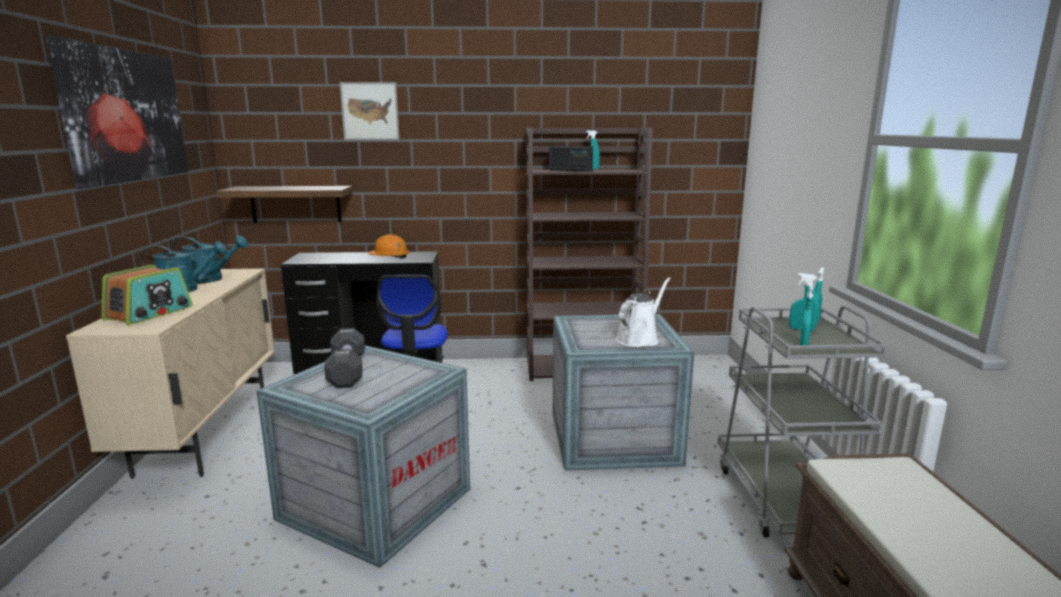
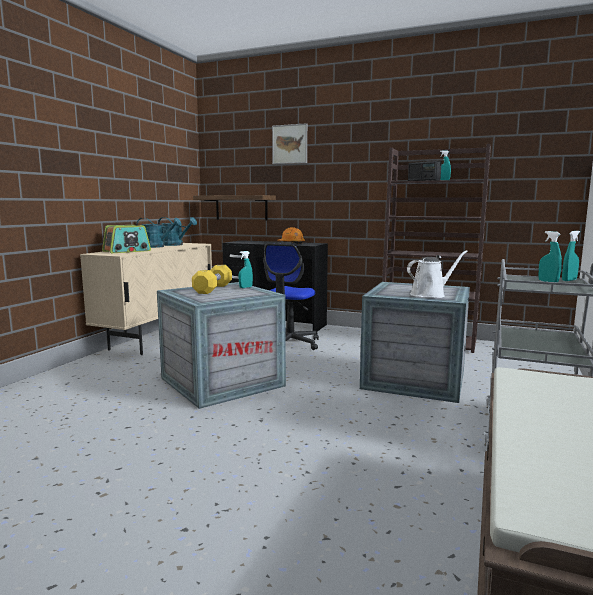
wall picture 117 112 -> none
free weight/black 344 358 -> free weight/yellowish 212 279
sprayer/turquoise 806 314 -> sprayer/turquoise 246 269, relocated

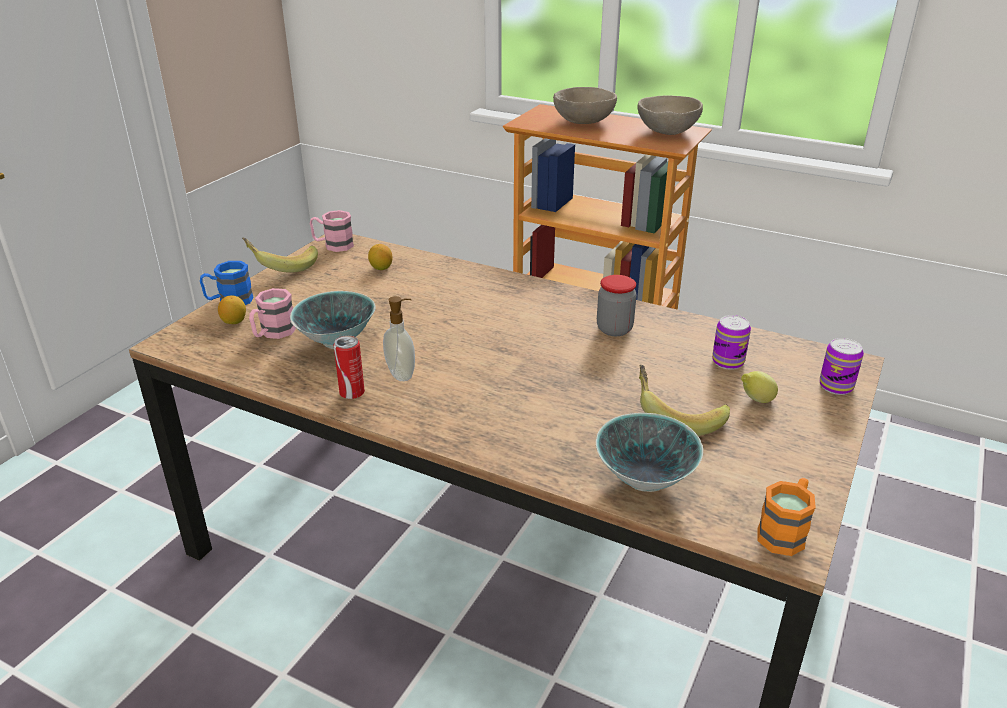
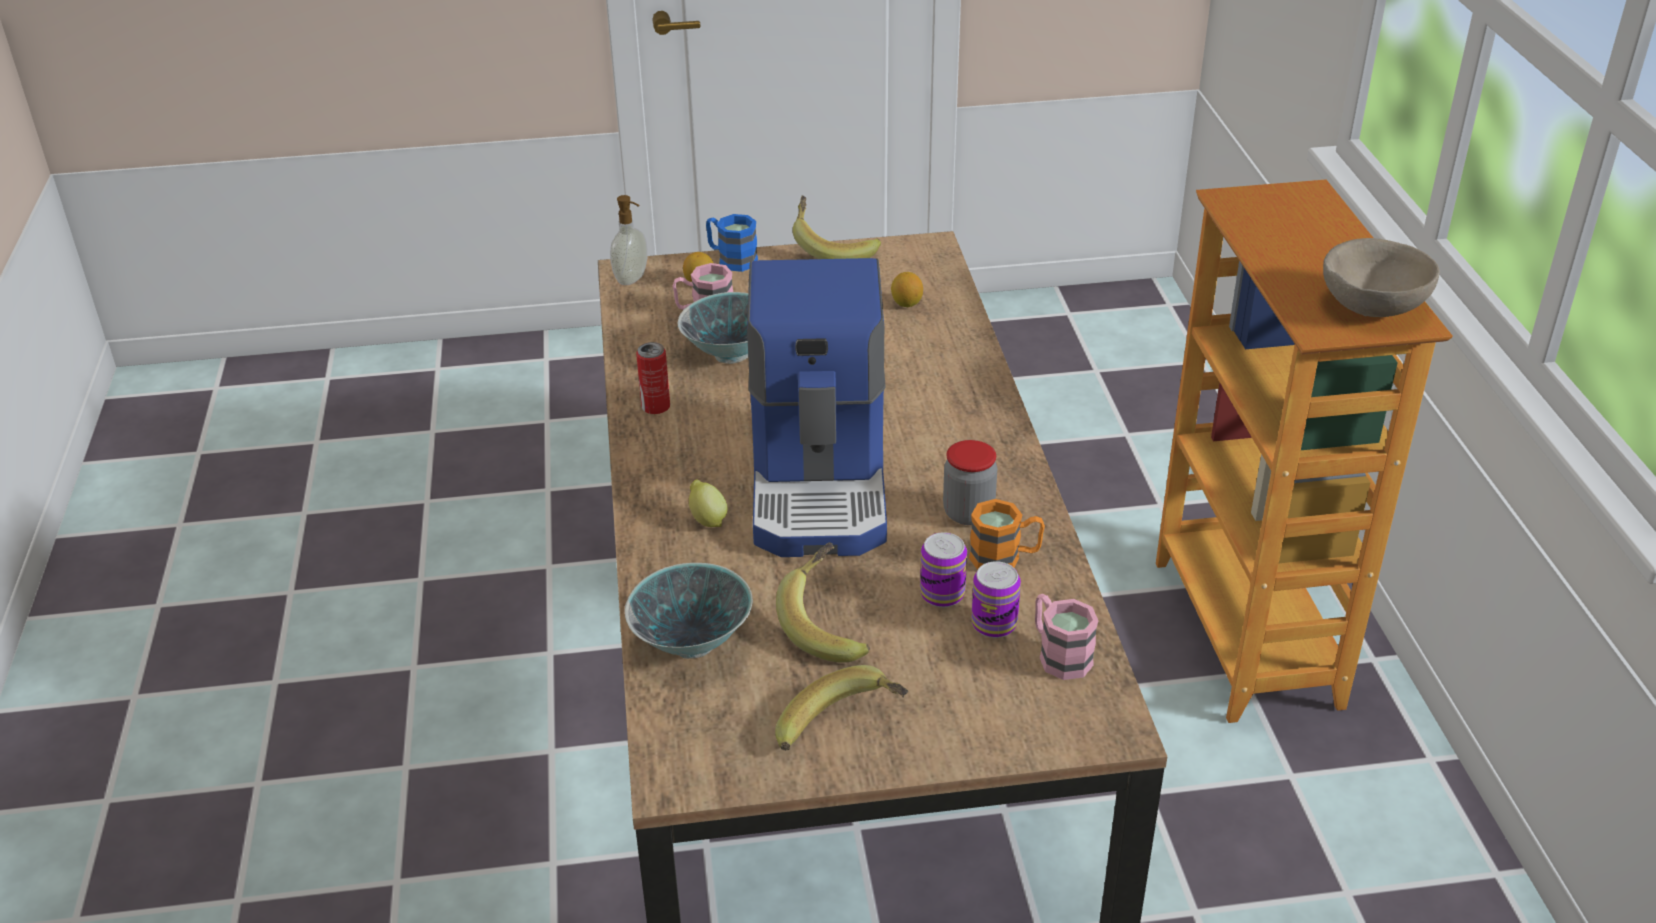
tea mug/pink-coloured 332 231 -> tea mug/pink-coloured 1066 637, relocated
liquid soap bottle 399 338 -> liquid soap bottle 629 240, relocated
serving bowl/beige-coloured 585 105 -> none
lemon 759 387 -> lemon 708 503, relocated
tea mug/orange-coloured 787 517 -> tea mug/orange-coloured 1007 534, relocated
sealed can 842 366 -> sealed can 943 569, relocated
none -> coffee machine 817 407
none -> banana 841 708

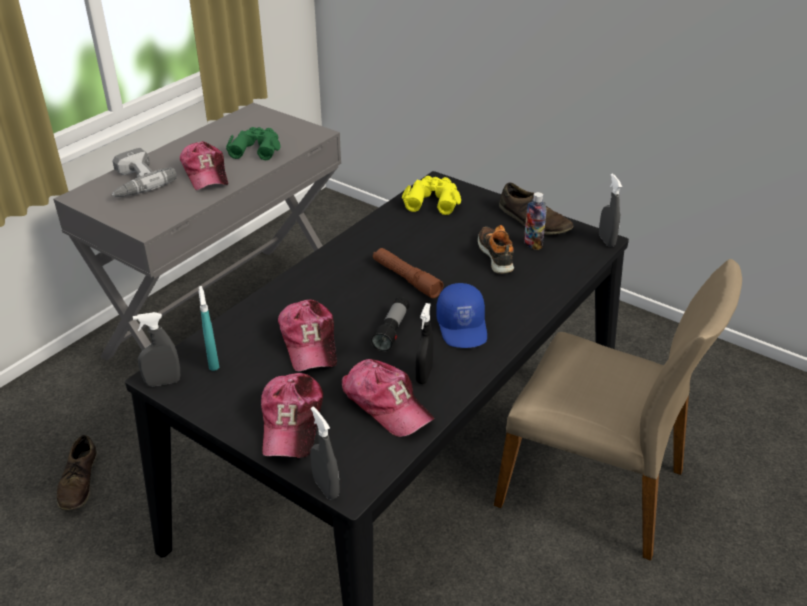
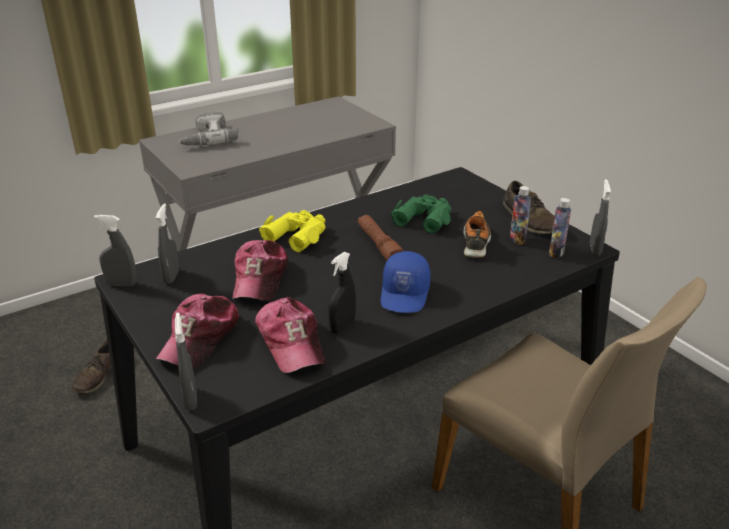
peaked cap 204 165 -> none
sprayer/turquoise 209 328 -> sprayer/greyish 167 244
pair of binoculars/green 253 143 -> pair of binoculars/green 421 214, relocated
hand torch 390 324 -> none
pair of binoculars/yellowish 431 195 -> pair of binoculars/yellowish 292 231, relocated
none -> drink bottle 560 228

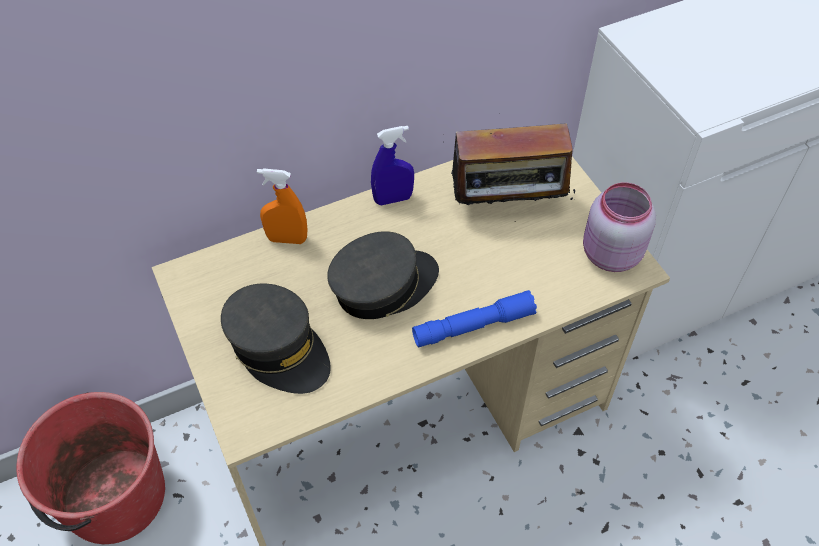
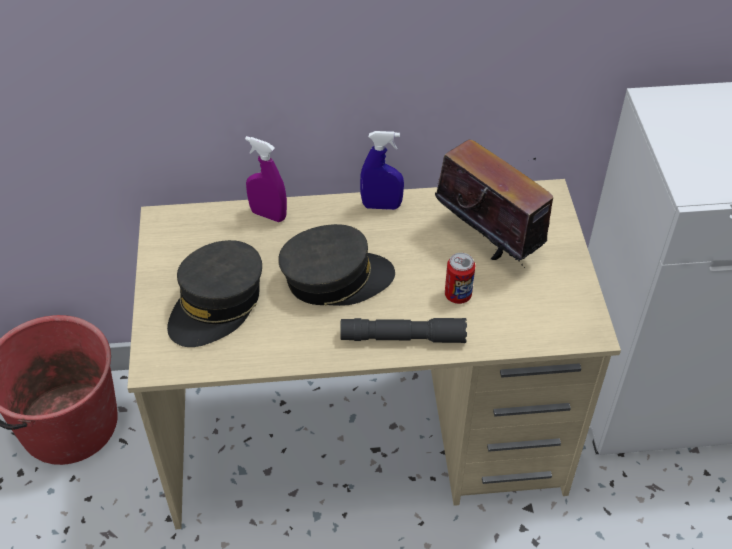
peaked cap/greyish 276 339 -> peaked cap/greyish 214 293, 60 degrees clockwise
sprayer/orange-coloured 282 206 -> sprayer/purple 266 179
hand torch/blue-coloured 474 318 -> hand torch/greyish 403 330
radio set 509 169 -> radio set 494 204, 150 degrees counterclockwise
jar/pink-coloured 619 227 -> none
none -> sealed can 460 278

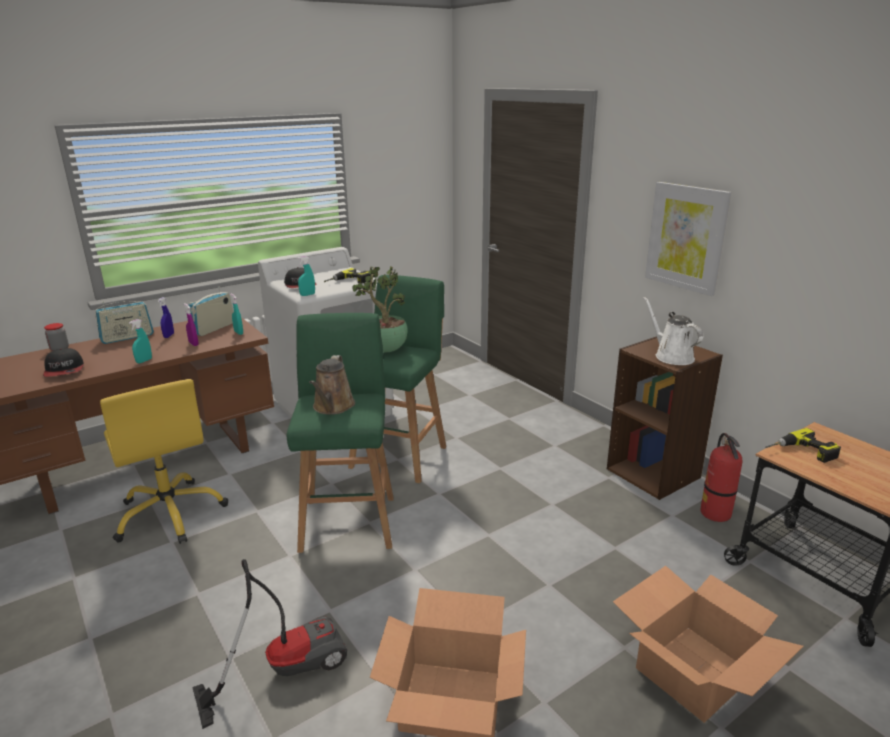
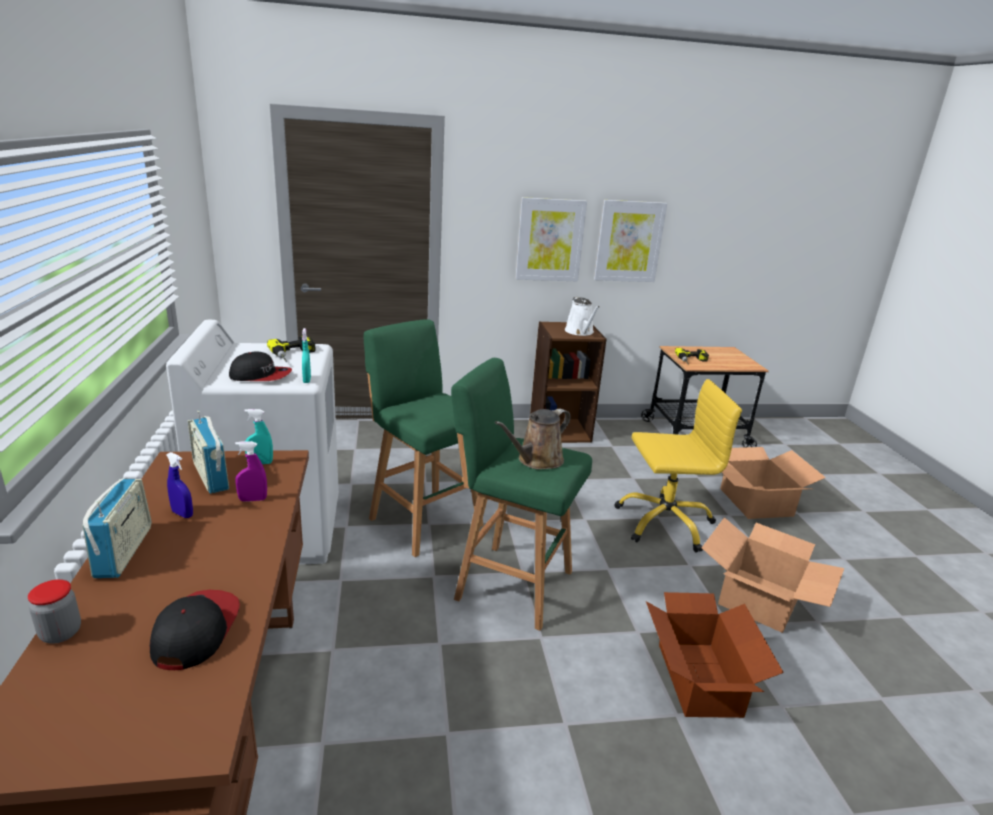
peaked cap 63 362 -> peaked cap 195 630, 90 degrees counterclockwise
desk chair/yellowish 164 461 -> desk chair/yellowish 678 465, relocated
sprayer/turquoise 140 341 -> none
hoover 269 644 -> packing box 715 655
sprinkling can/brown 332 385 -> sprinkling can/brown 533 439, 105 degrees clockwise
plant in a pot 380 309 -> none
sprinkling can/white 673 331 -> sprinkling can/white 582 316, 105 degrees counterclockwise
fire-fighting cylinder 721 477 -> none
none -> wall picture 630 241

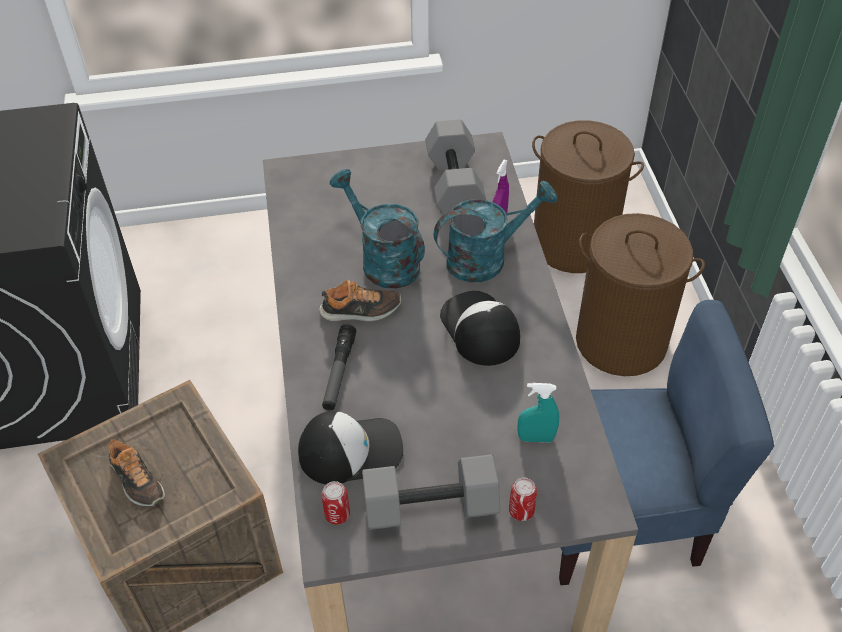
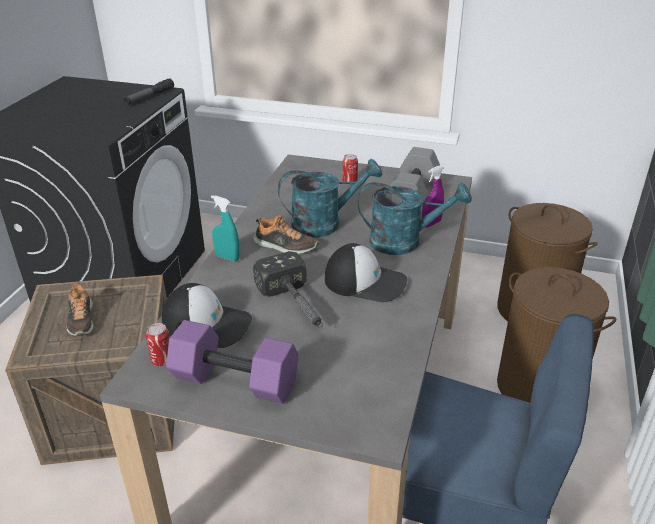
hand torch 339 367 -> hand torch 149 91, relocated
sprinkling can/turquoise 377 229 -> sprinkling can/turquoise 330 198, 90 degrees clockwise
free weight/greyish 431 492 -> free weight/purple 232 362
peaked cap 480 328 -> peaked cap 366 272, 105 degrees clockwise
sealed can 523 499 -> sealed can 350 169, relocated
sprayer/turquoise 538 412 -> sprayer/turquoise 225 228, relocated
none -> hammer 288 289

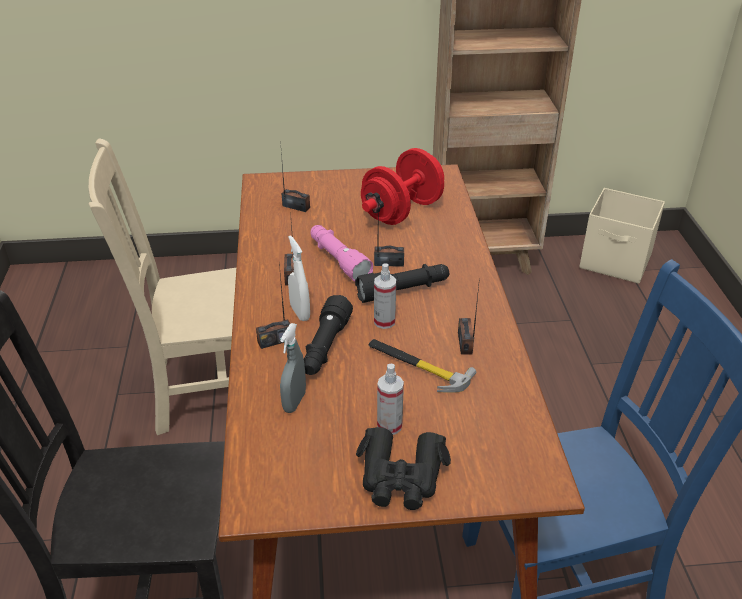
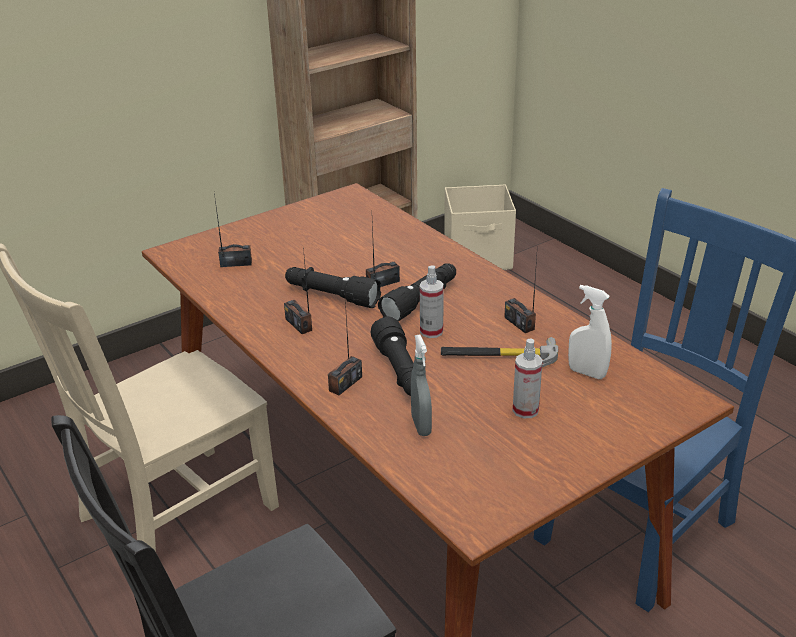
sprayer/white 299 278 -> sprayer/white 590 332, relocated
hand torch/pink-coloured 341 253 -> hand torch/black 333 287
pair of binoculars/black 403 468 -> none
free weight/red-coloured 402 186 -> none

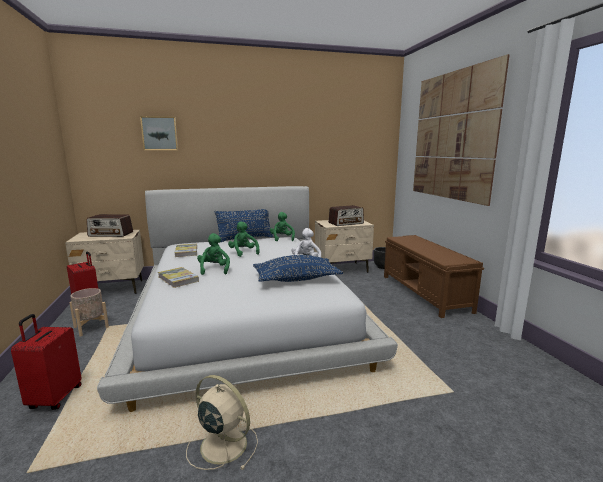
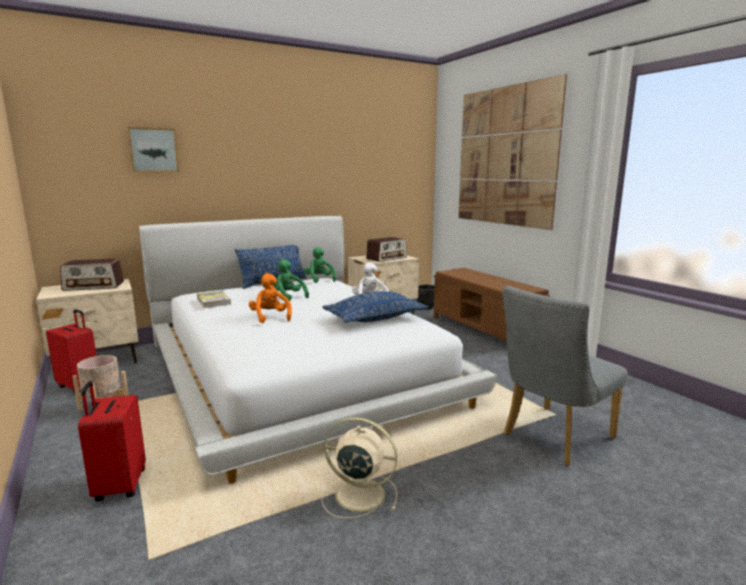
volume 178 277 -> none
soft toy/green 213 254 -> soft toy/orange-coloured 270 298
none -> upright chair/greyish 565 376

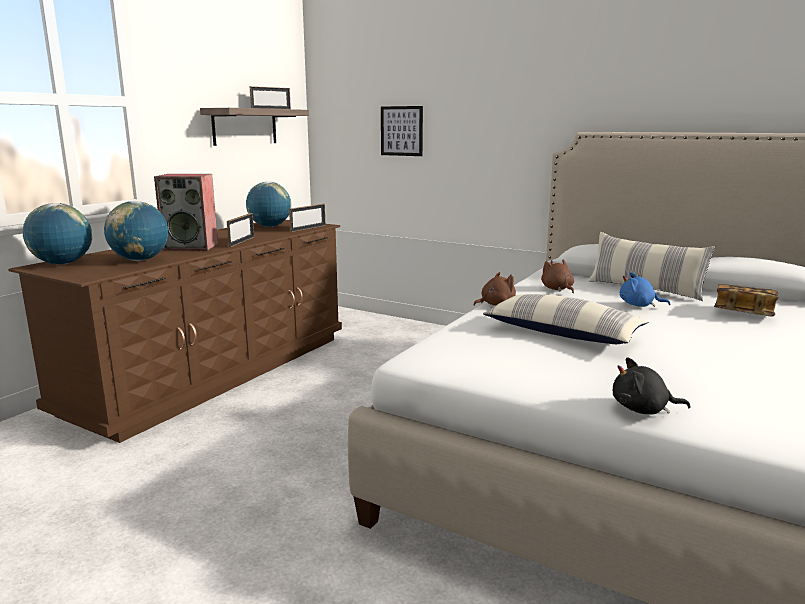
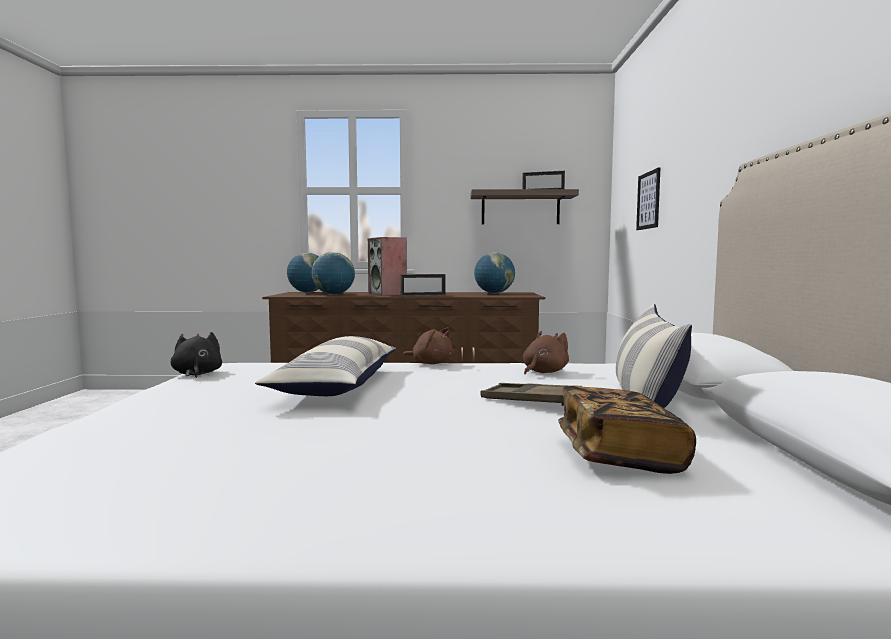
photo frame 307 218 -> none
soft toy/black 652 386 -> soft toy/black 196 355, relocated
soft toy/blue-coloured 645 289 -> carrying tray/brown 531 394

